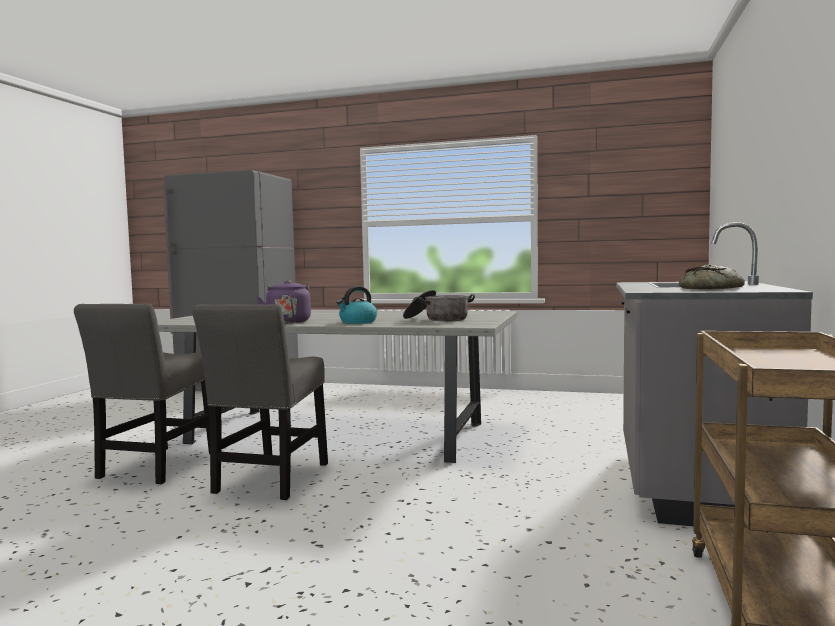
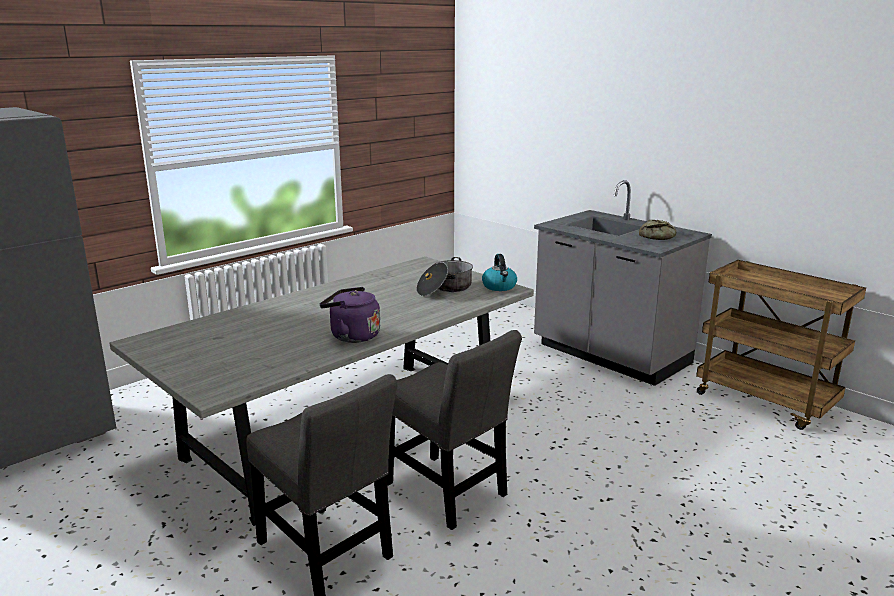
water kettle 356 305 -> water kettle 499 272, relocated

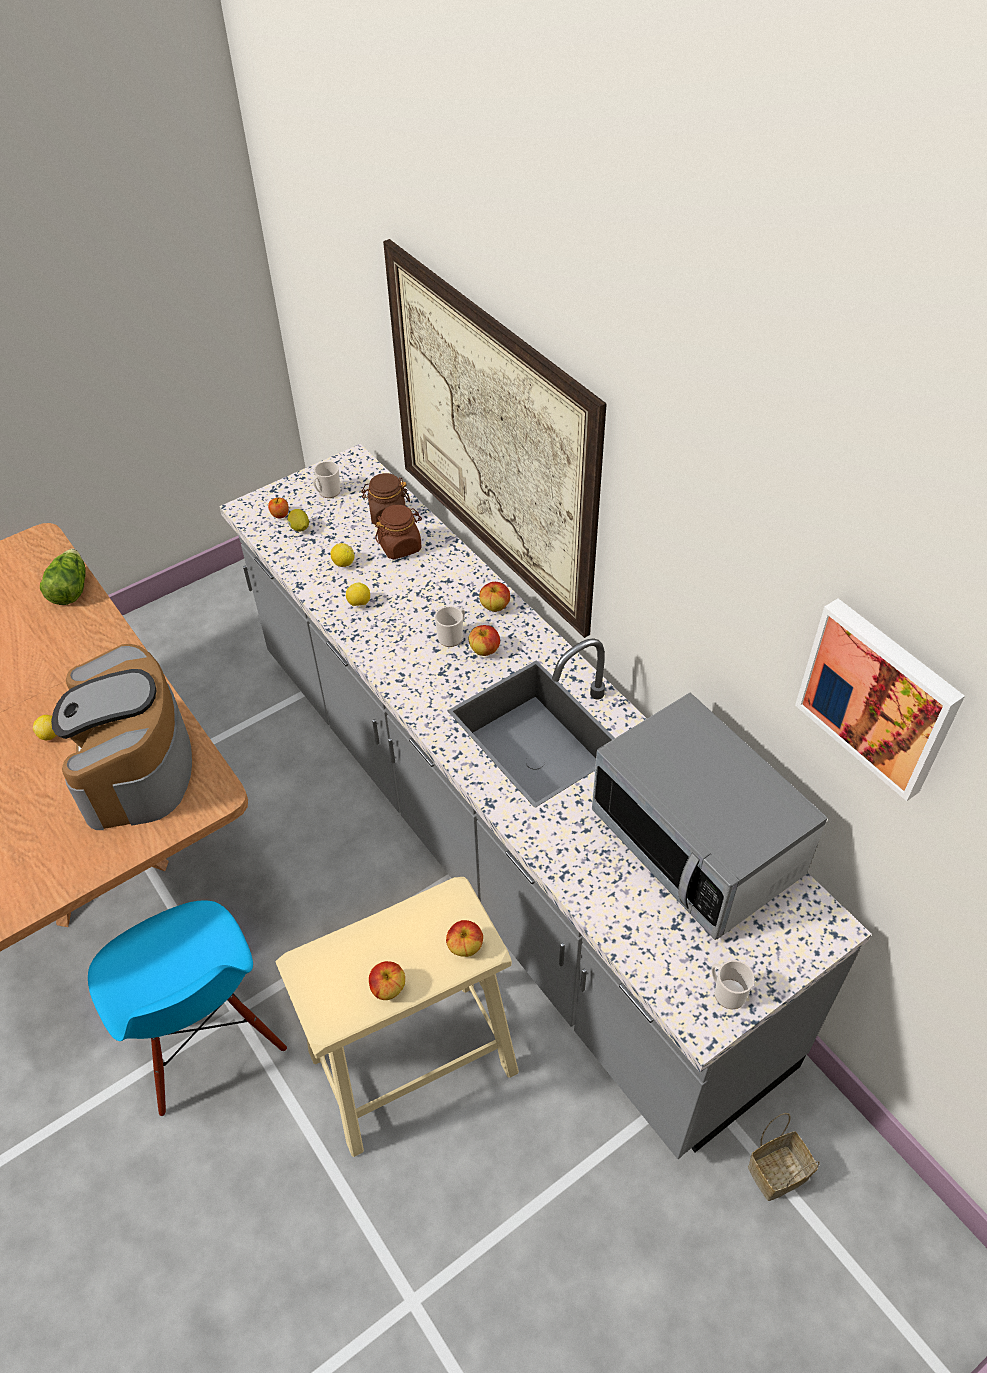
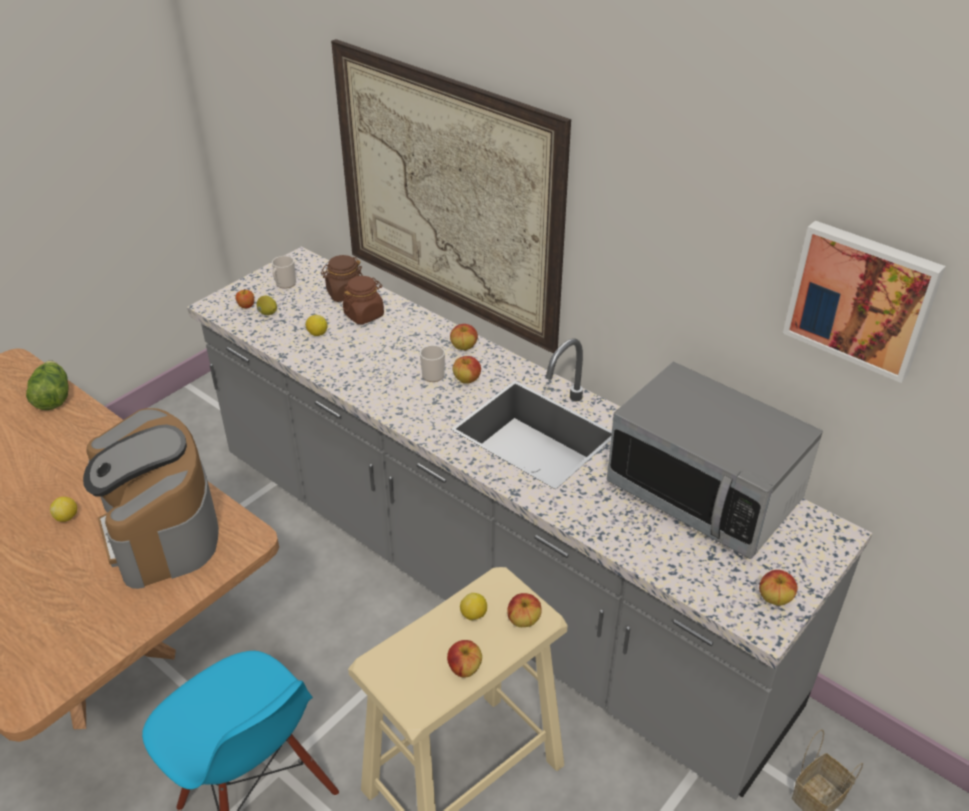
lemon 358 594 -> lemon 473 606, relocated
tea mug 733 984 -> apple fruit 778 588

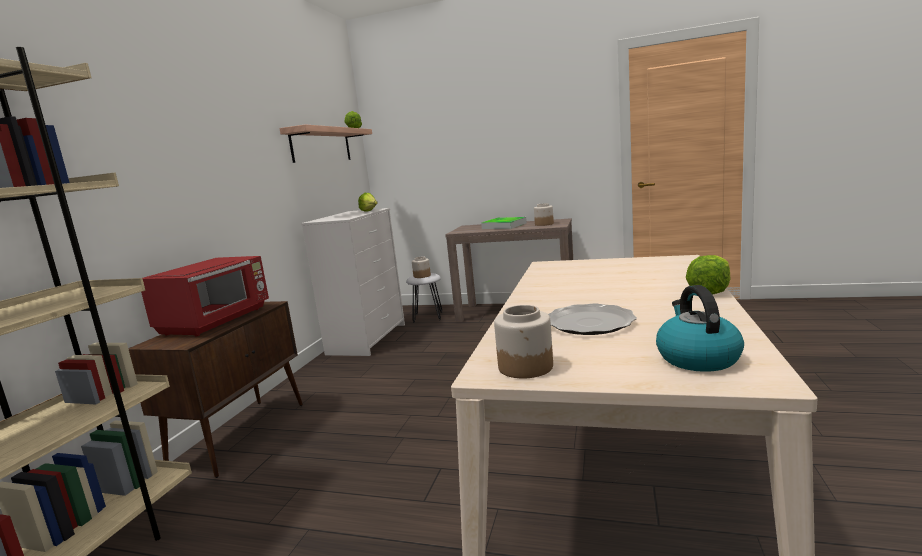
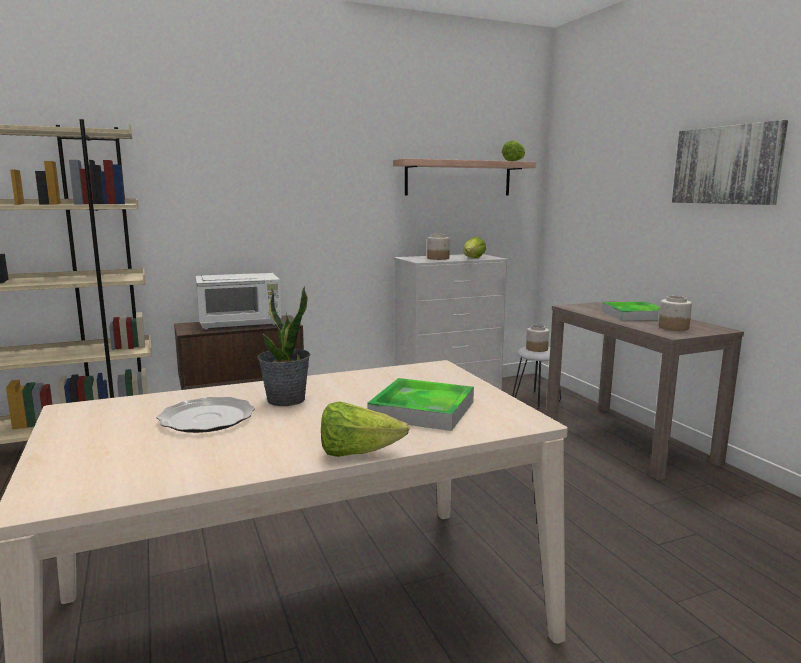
microwave oven/red-coloured 205 296 -> microwave oven/white 239 301
jar 523 341 -> jar 438 247, relocated
water kettle 700 328 -> none
none -> plant in a pot 284 346
none -> carrying tray 420 404
none -> wall picture 730 162

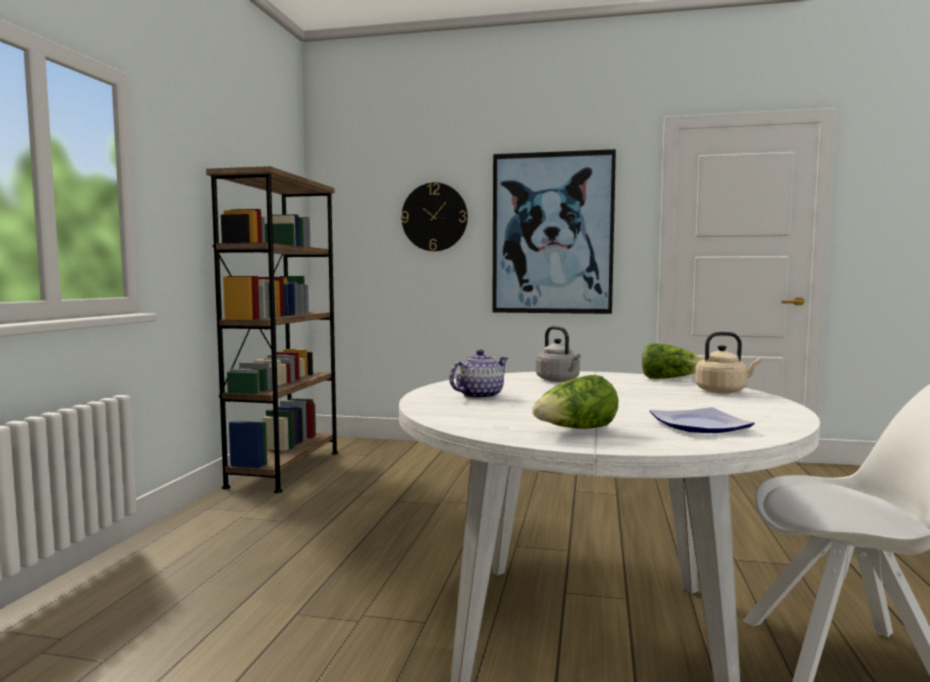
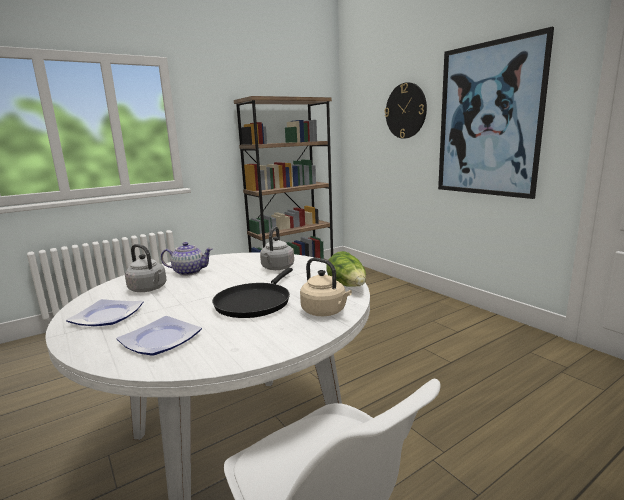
lettuce head 575 402 -> plate 105 312
none -> water kettle/greyish 146 268
none -> frying pan/black 252 293

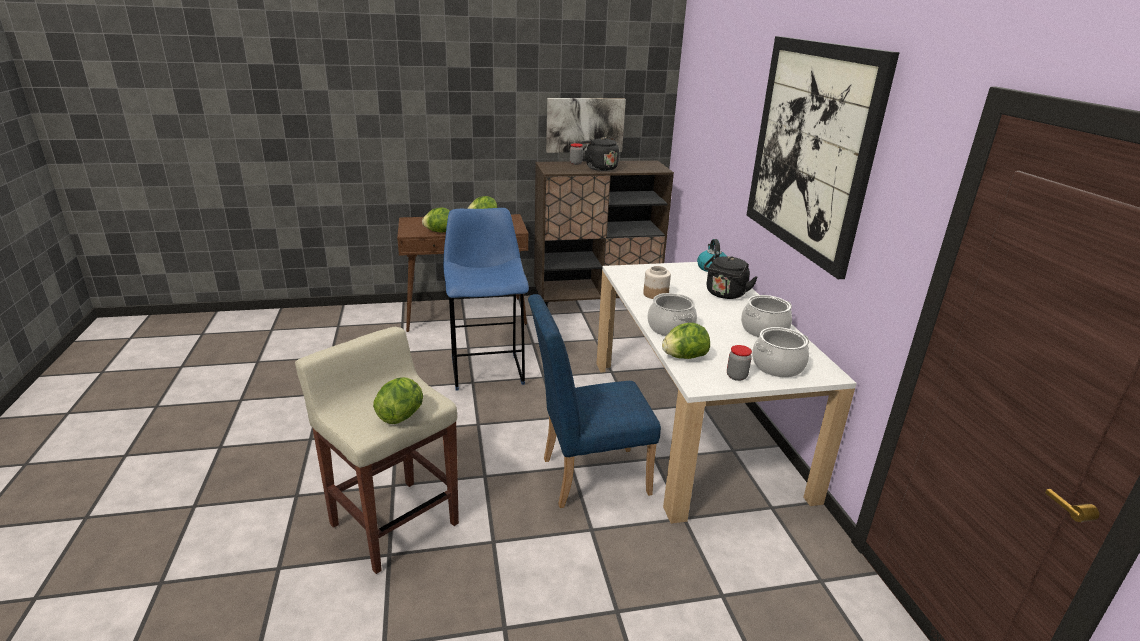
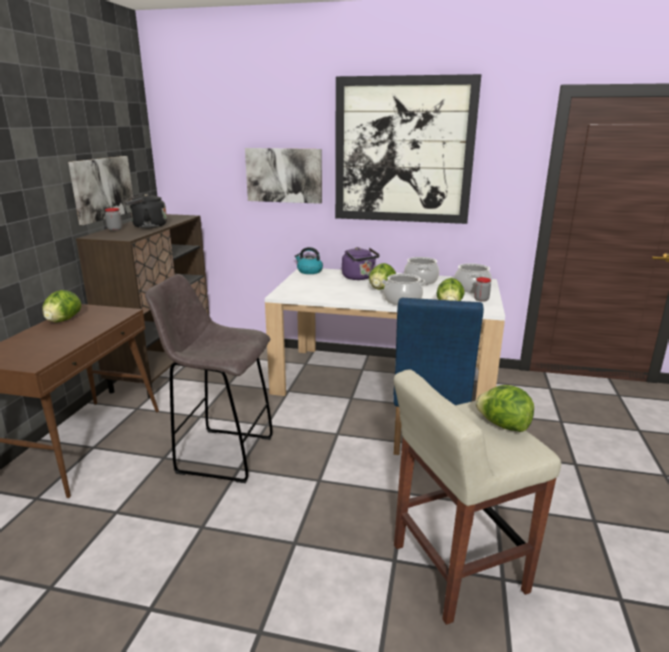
lettuce head 436 220 -> lettuce head 382 276, relocated
sitting stool/blue-coloured 486 299 -> sitting stool/greyish 209 378
jar 657 282 -> none
water kettle/black 731 277 -> water kettle/purple 361 263
none -> wall picture 283 176

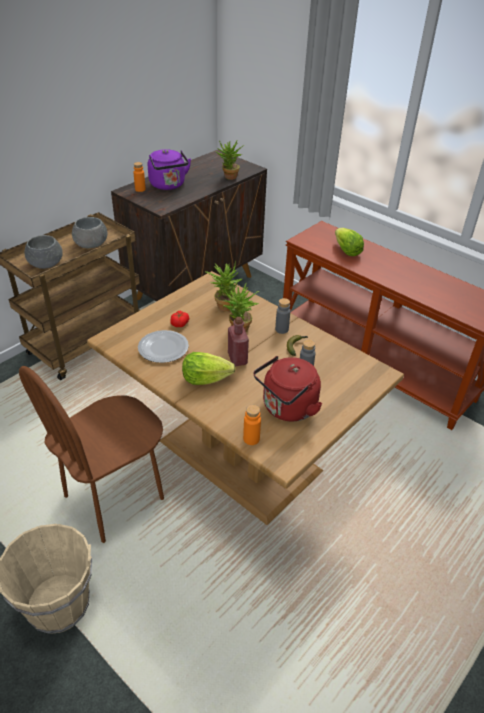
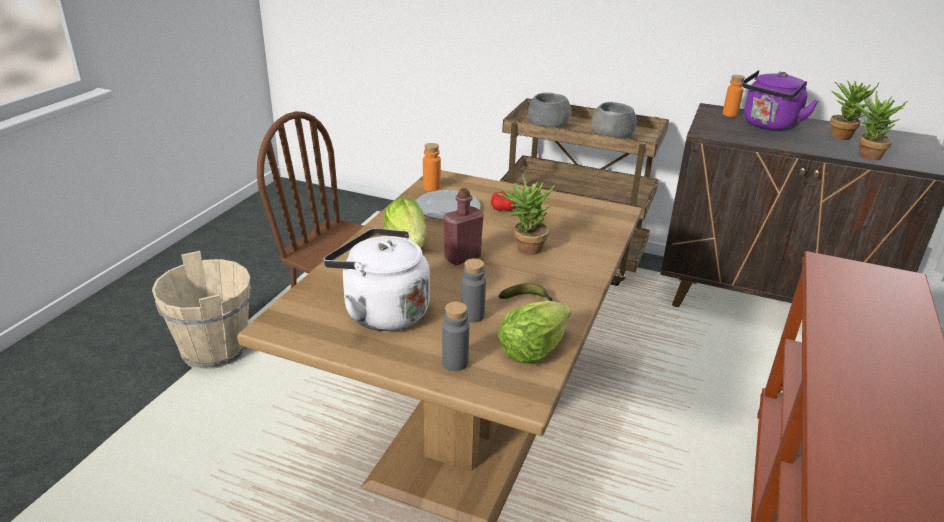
plant in a pot 223 286 -> plant in a pot 855 110, relocated
drink bottle/orange-coloured 252 425 -> drink bottle/orange-coloured 432 167, relocated
water kettle/red-coloured 287 389 -> water kettle/white 376 279
drink bottle/greyish 282 316 -> drink bottle/greyish 455 336, relocated
lettuce head 349 242 -> lettuce head 534 332, relocated

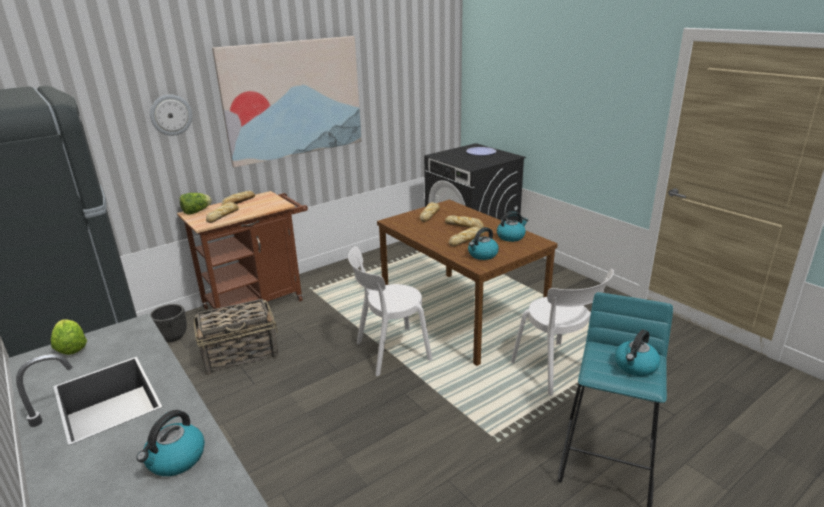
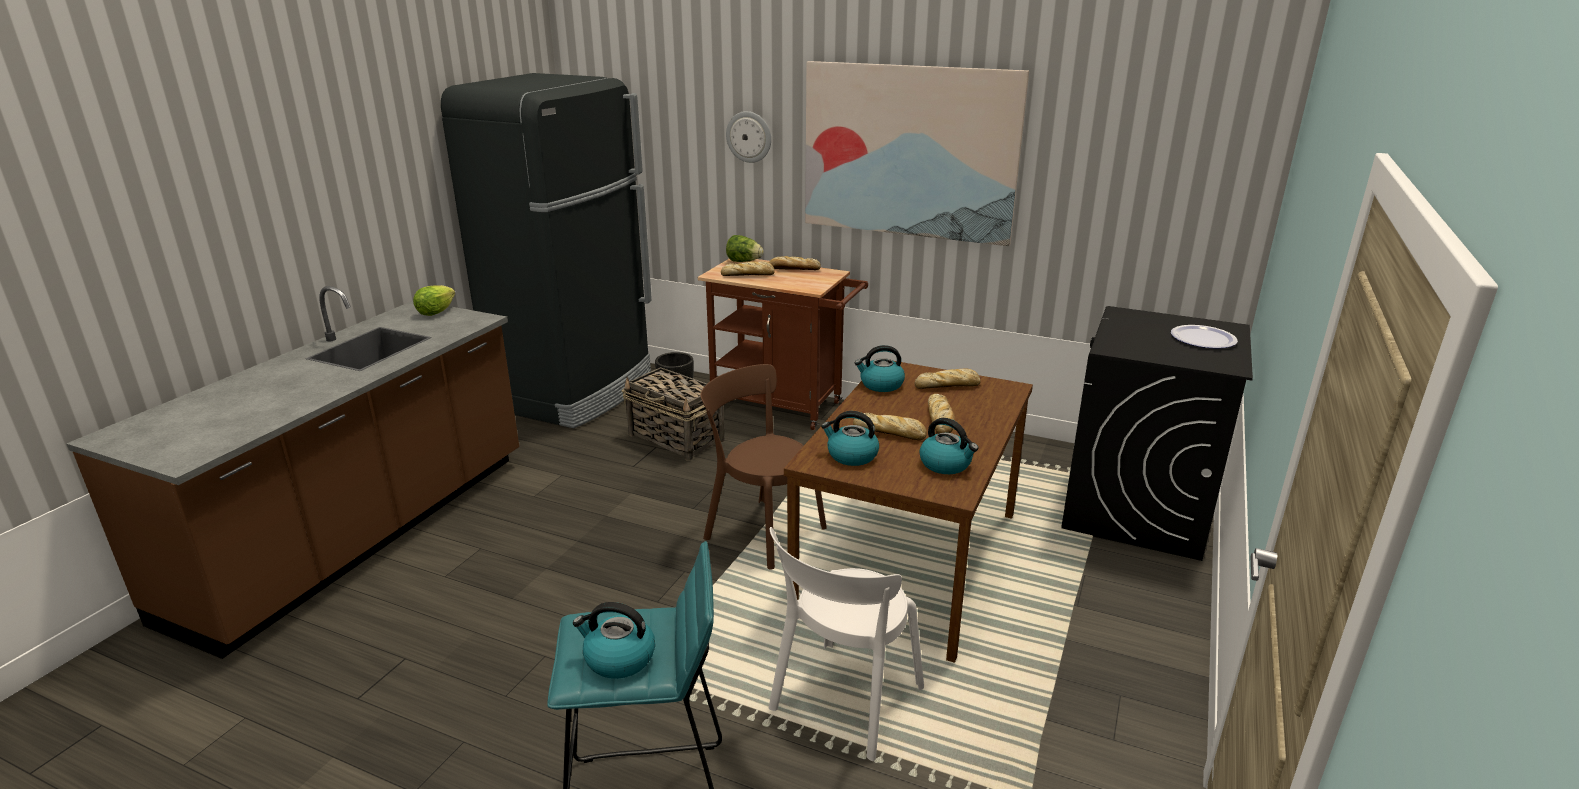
water kettle 171 443 -> water kettle 879 368, relocated
upright chair/white 390 311 -> upright chair/brown 763 467

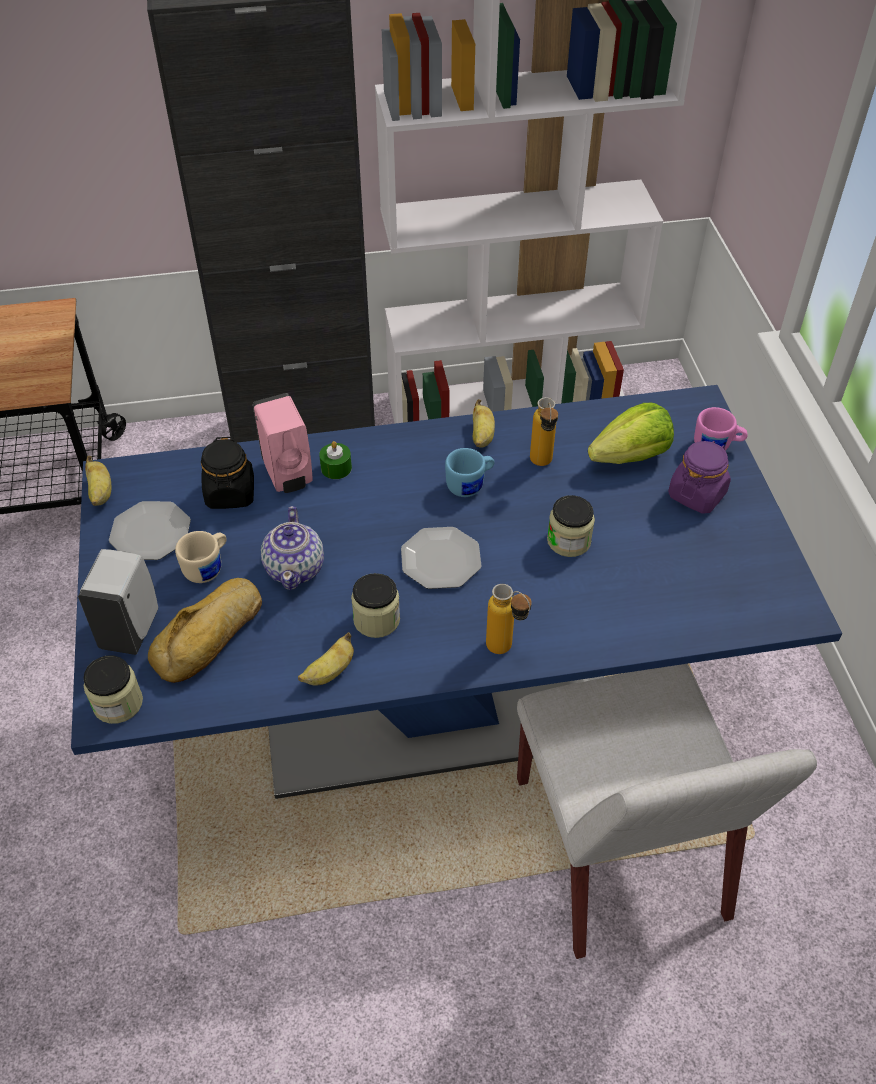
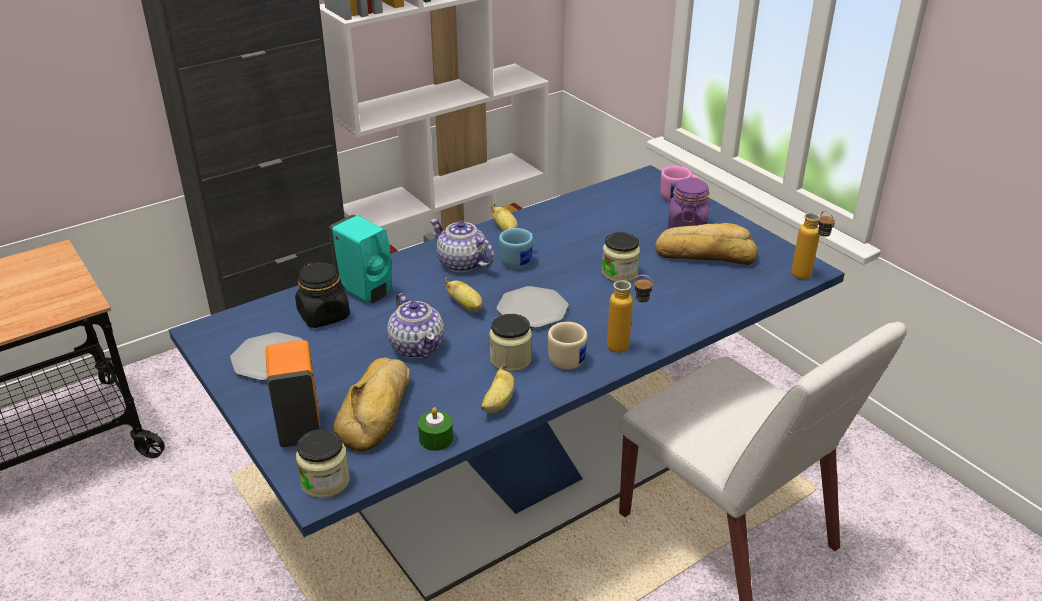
liquid soap bottle/white 118 602 -> liquid soap bottle/orange-coloured 293 393
banana 98 481 -> banana 463 294, relocated
tea mug/beige-coloured 201 557 -> tea mug/beige-coloured 567 345, relocated
liquid soap bottle/pink-coloured 283 443 -> liquid soap bottle/turquoise 360 258
wax light/green 335 460 -> wax light/green 435 429, relocated
drink bottle 544 431 -> drink bottle 813 244, relocated
lettuce head 631 433 -> none
none -> pot for tea 462 245
none -> bakery bread 706 244

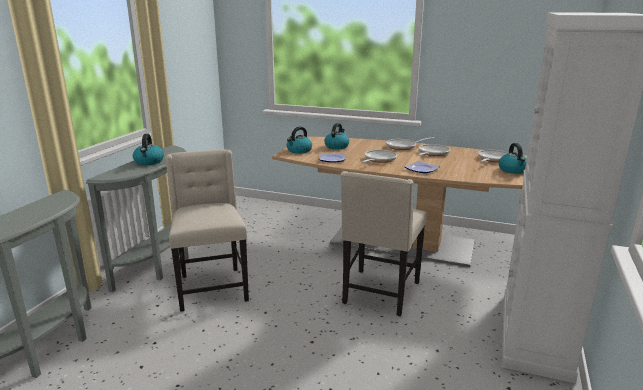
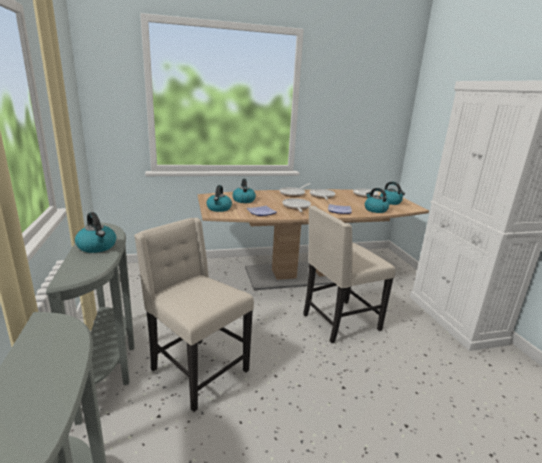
upright chair/beige-coloured 383 243 -> upright chair/beige-coloured 349 274, 75 degrees clockwise
none -> water kettle 377 200

